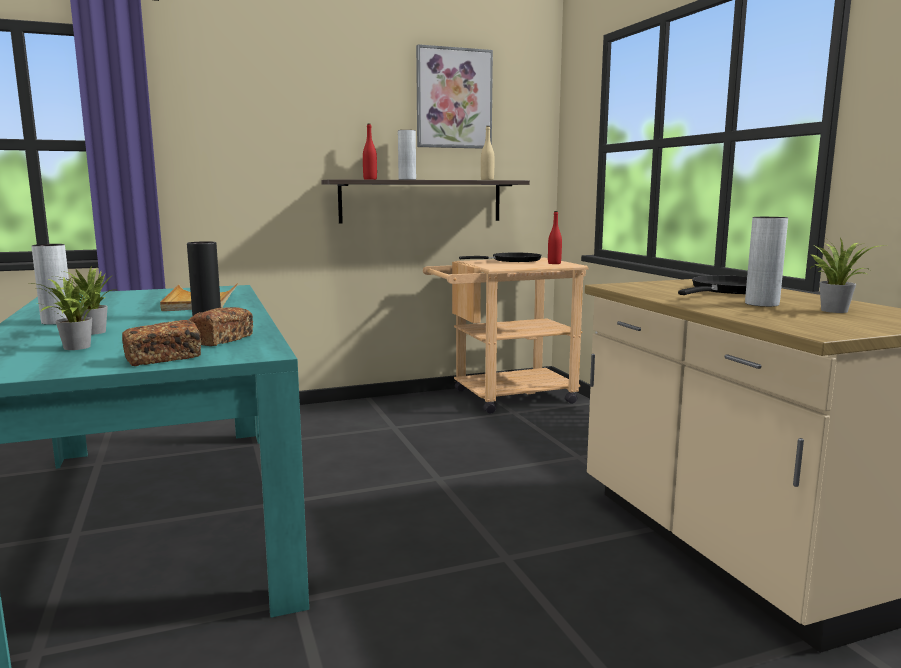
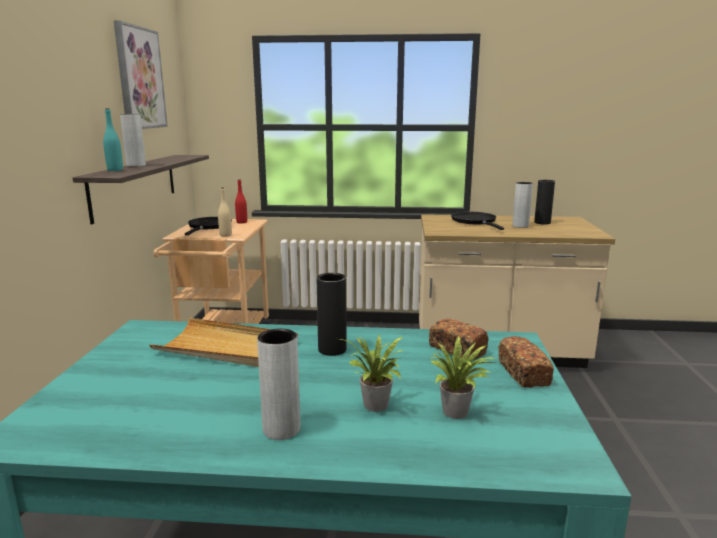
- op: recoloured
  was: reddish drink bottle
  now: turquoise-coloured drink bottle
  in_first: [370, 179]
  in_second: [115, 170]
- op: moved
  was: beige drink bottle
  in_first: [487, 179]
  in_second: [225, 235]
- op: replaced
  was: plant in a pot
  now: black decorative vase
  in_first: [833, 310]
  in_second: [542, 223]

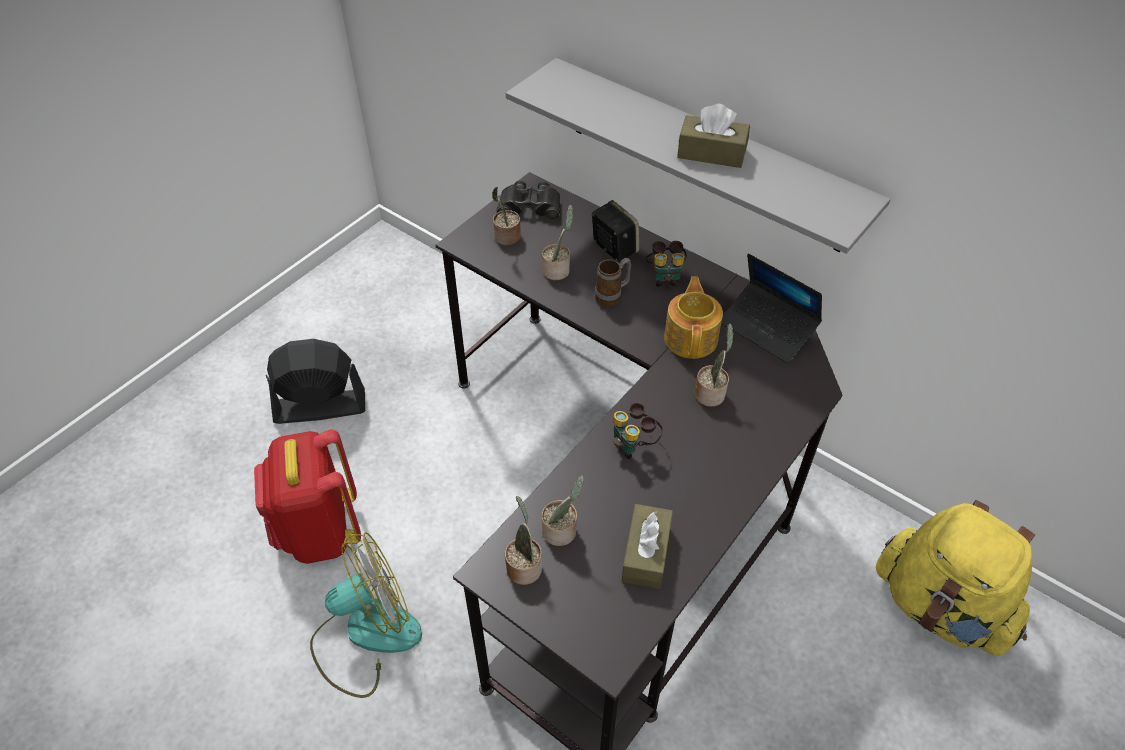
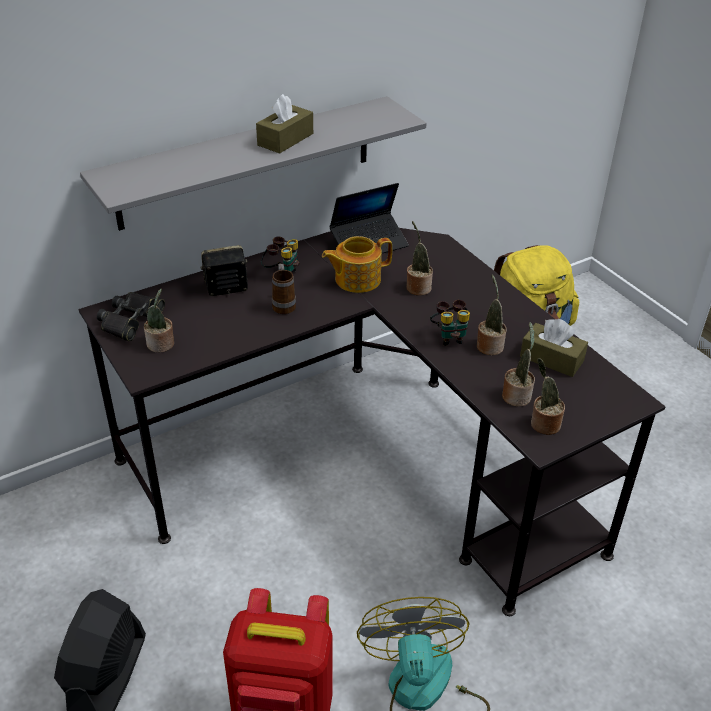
- op: turned
  was: tea pot
  in_first: [691, 337]
  in_second: [356, 279]
  clockwise: -45
- op: moved
  was: plant in a pot
  in_first: [558, 270]
  in_second: [489, 345]

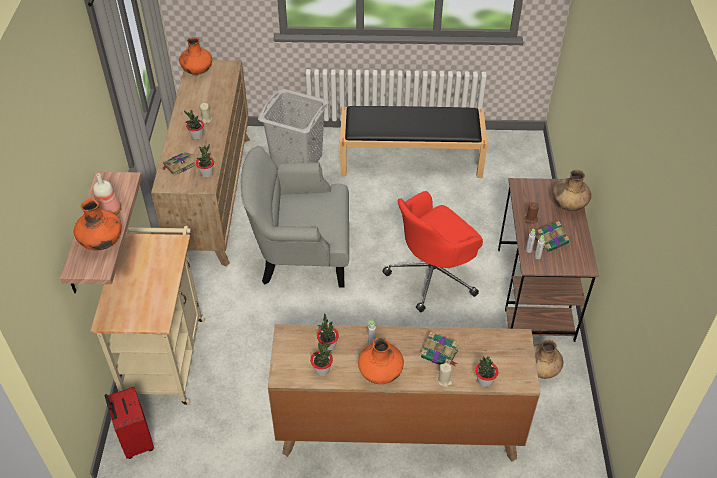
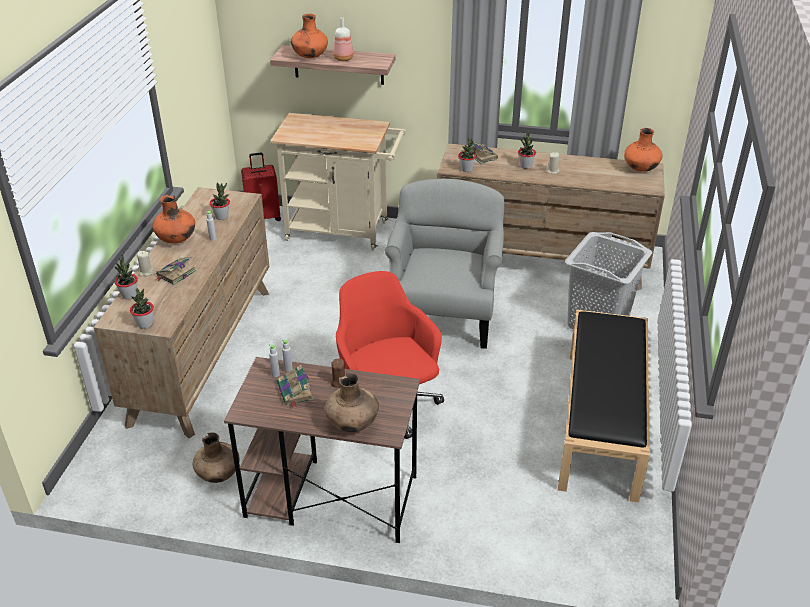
- op: moved
  was: plant in a pot
  in_first: [322, 370]
  in_second: [145, 324]

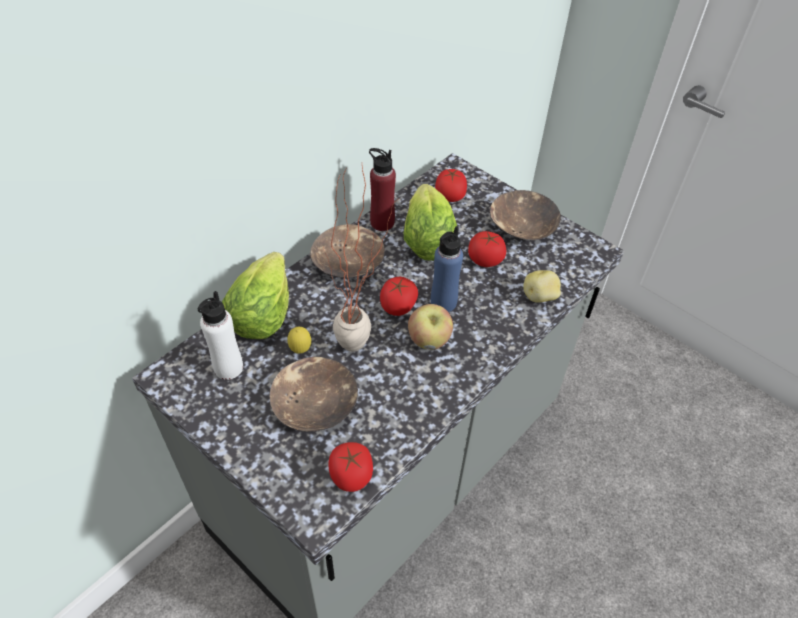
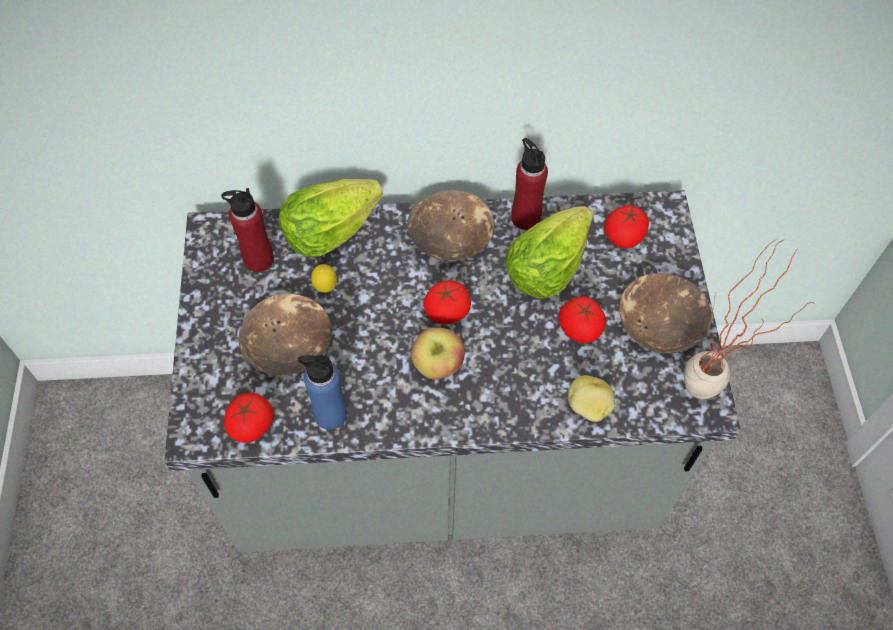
- op: recoloured
  was: whitish drink bottle
  now: reddish drink bottle
  in_first: [228, 368]
  in_second: [258, 259]
- op: moved
  was: bluish drink bottle
  in_first: [443, 302]
  in_second: [330, 414]
- op: moved
  was: plant in a pot
  in_first: [363, 349]
  in_second: [704, 401]

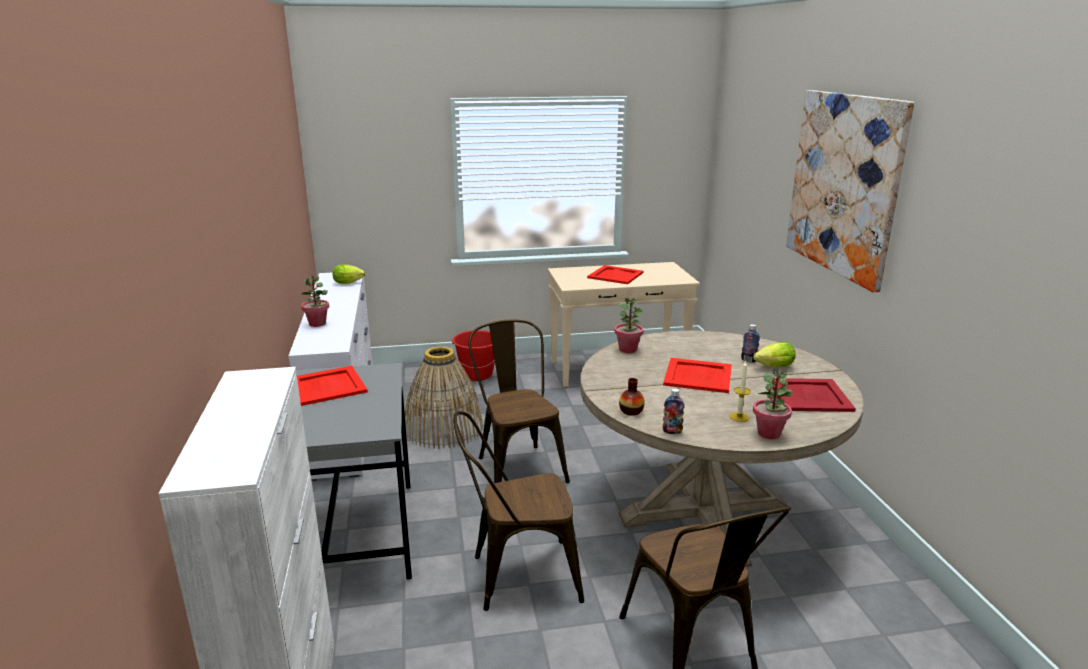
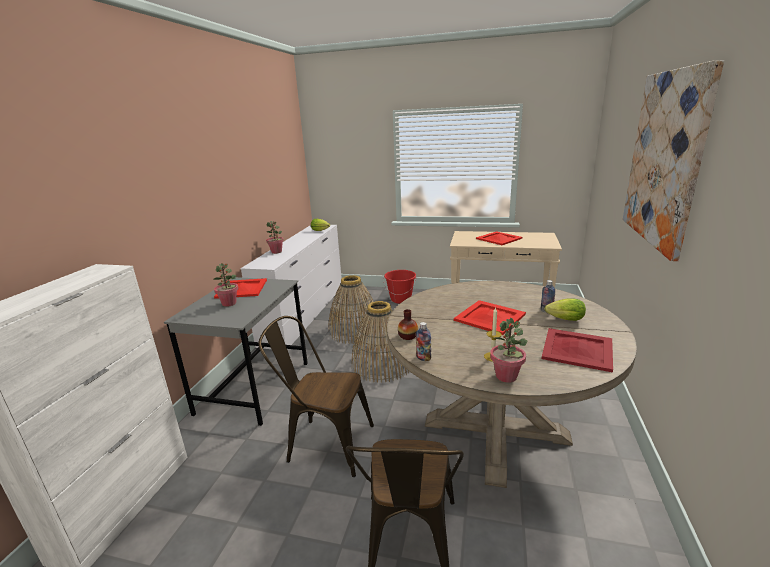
- op: moved
  was: plant in a pot
  in_first: [628, 349]
  in_second: [229, 303]
- op: replaced
  was: brown upright chair
  now: household basket
  in_first: [517, 466]
  in_second: [382, 364]

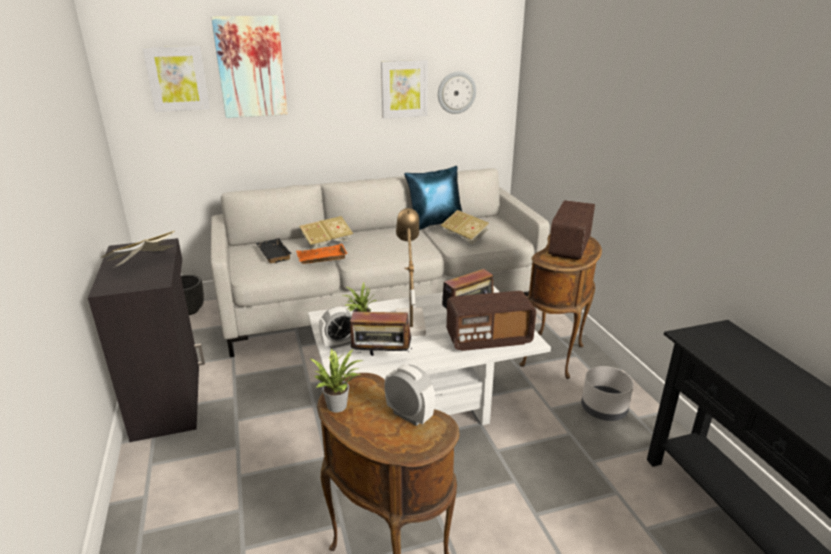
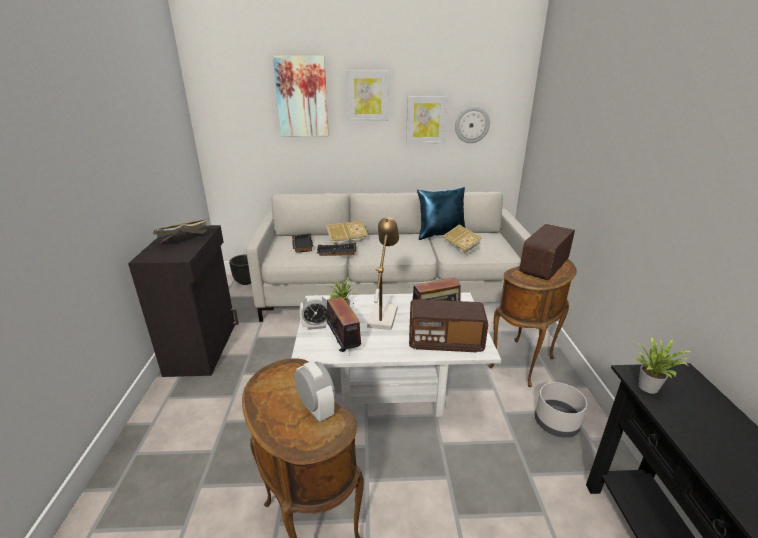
- op: recoloured
  was: orange-coloured tray
  now: black tray
  in_first: [321, 258]
  in_second: [336, 253]
- op: turned
  was: radio receiver
  in_first: [381, 358]
  in_second: [344, 345]
  clockwise: -135
- op: moved
  was: wall picture
  in_first: [177, 78]
  in_second: [367, 96]
- op: moved
  was: plant in a pot
  in_first: [339, 405]
  in_second: [649, 386]

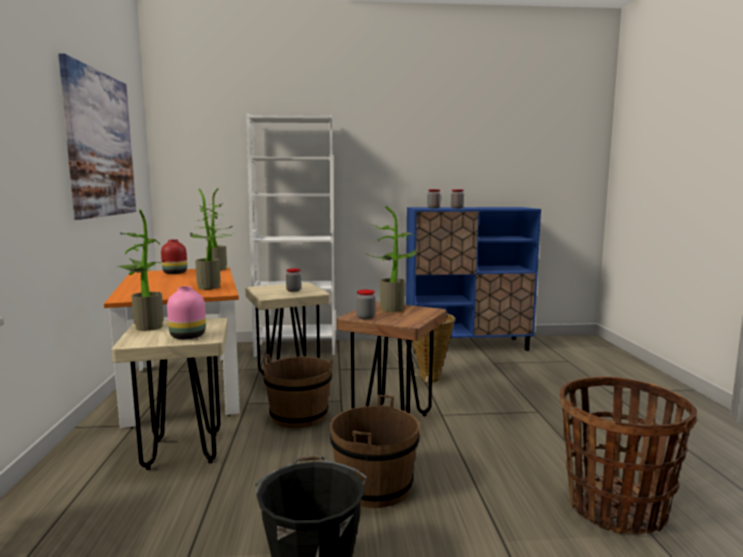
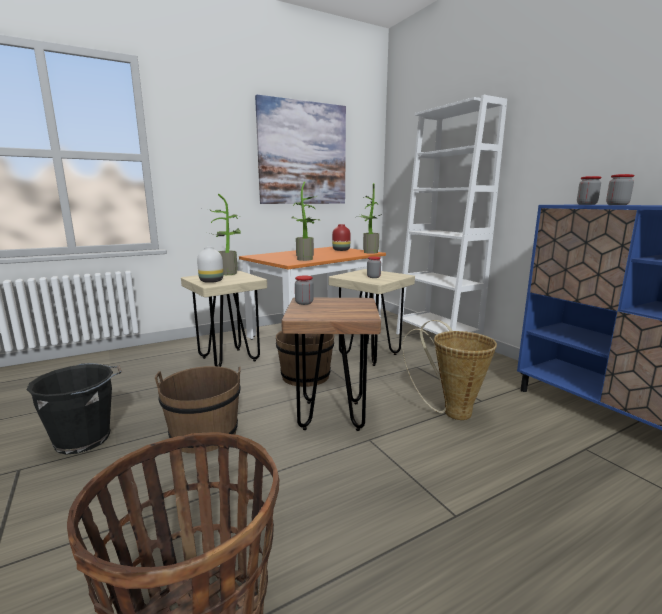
- op: recoloured
  was: pinkish decorative vase
  now: whitish decorative vase
  in_first: [189, 336]
  in_second: [211, 281]
- op: removed
  was: plant in a pot
  in_first: [393, 308]

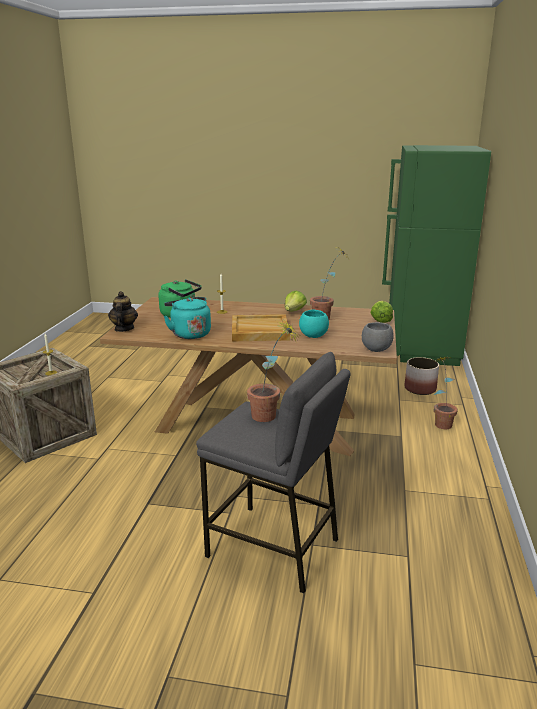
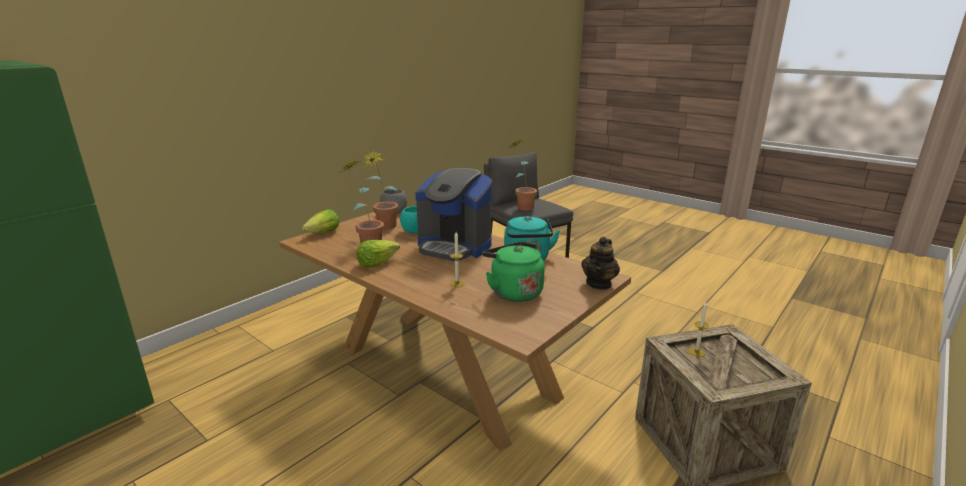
- op: moved
  was: plant in a pot
  in_first: [441, 422]
  in_second: [384, 228]
- op: replaced
  was: beige tray
  now: coffee brewer
  in_first: [259, 331]
  in_second: [454, 246]
- op: removed
  was: planter
  in_first: [420, 389]

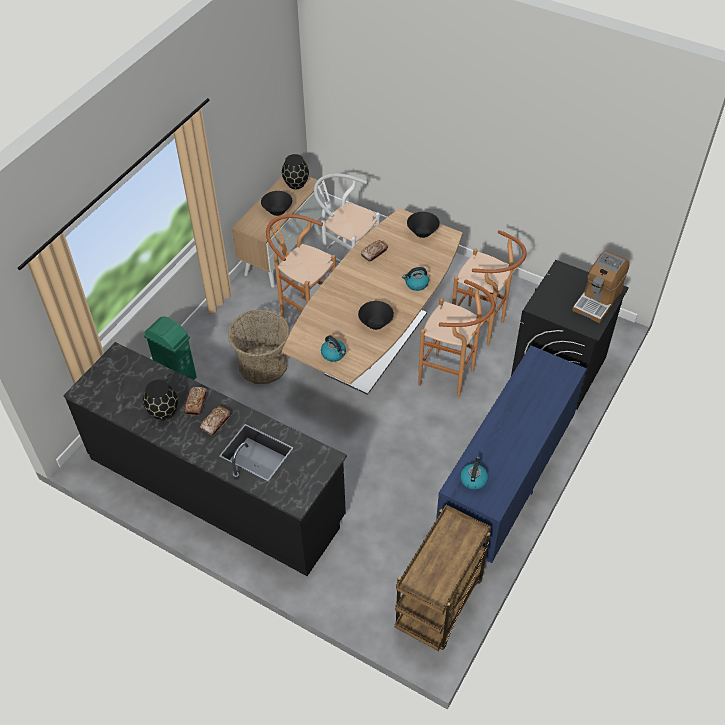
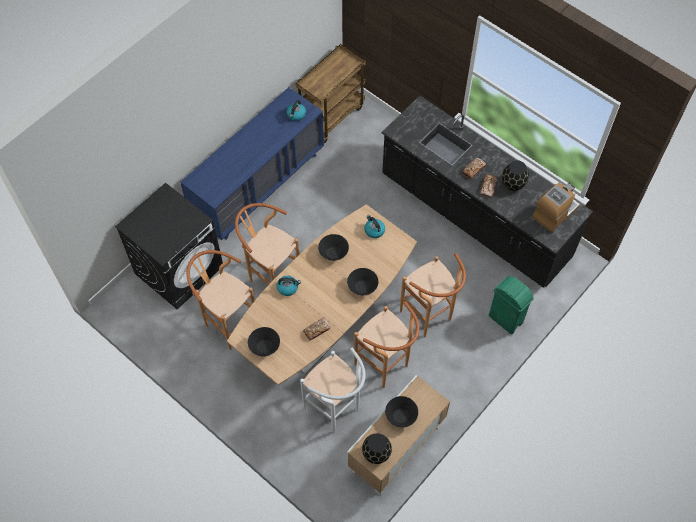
- op: added
  now: black deep dish
  in_second: [362, 287]
- op: replaced
  was: household basket
  now: brown sitting stool
  in_first: [263, 365]
  in_second: [429, 318]
- op: moved
  was: coffee brewer
  in_first: [598, 300]
  in_second: [554, 212]

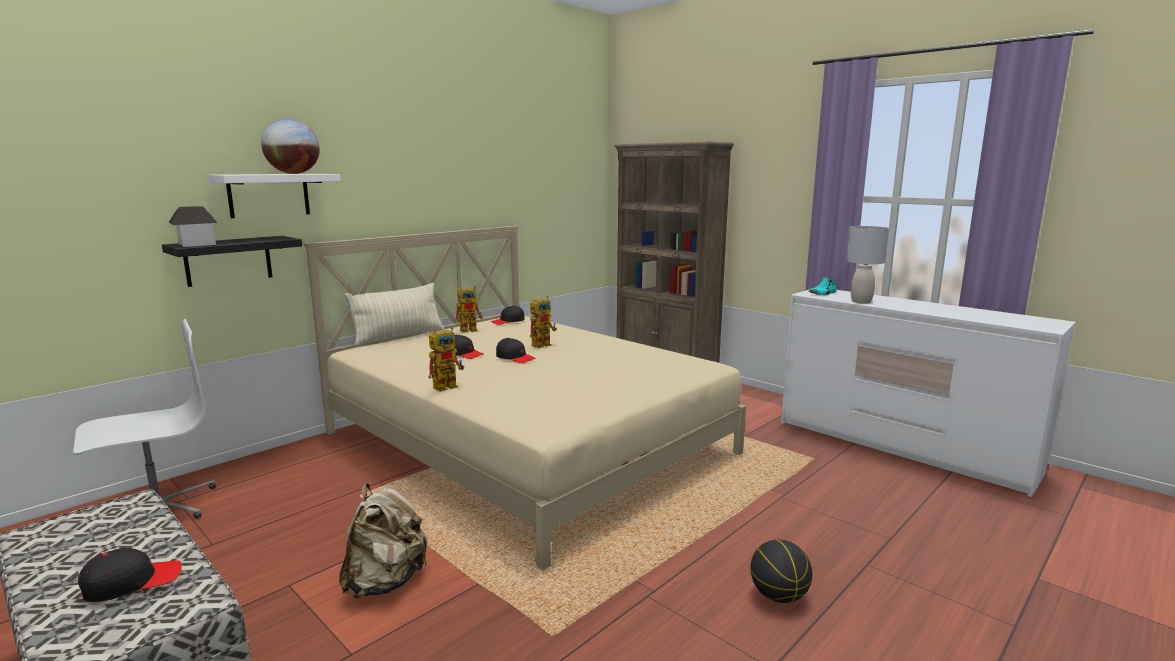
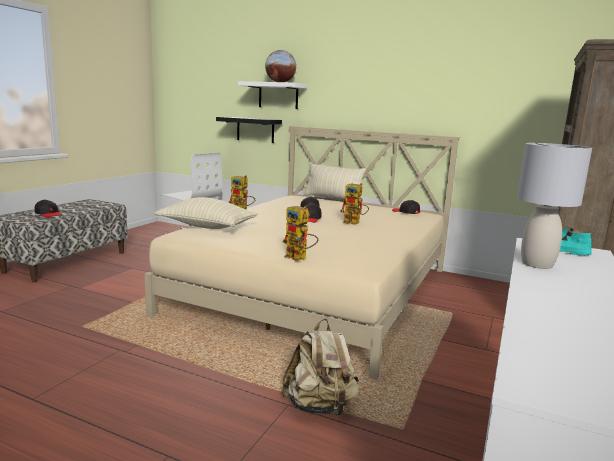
- op: added
  now: beige throw pillow
  in_second: [207, 227]
- op: moved
  was: beige rucksack
  in_first: [386, 582]
  in_second: [319, 406]
- op: moved
  was: model robot
  in_first: [471, 329]
  in_second: [300, 258]
- op: removed
  was: model house
  in_first: [196, 244]
- op: removed
  was: basketball ball
  in_first: [778, 596]

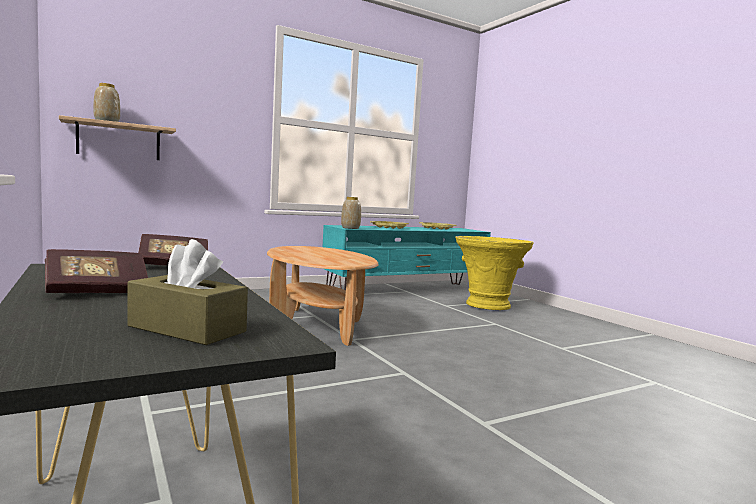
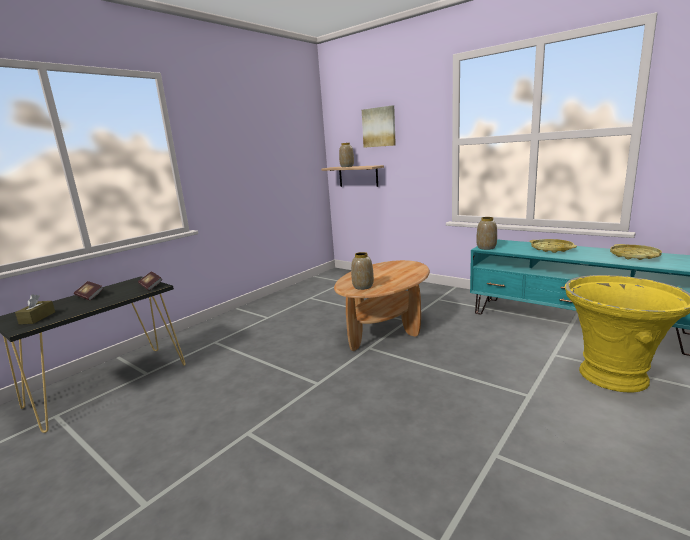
- op: added
  now: decorative vase
  in_second: [362, 287]
- op: added
  now: wall picture
  in_second: [379, 127]

